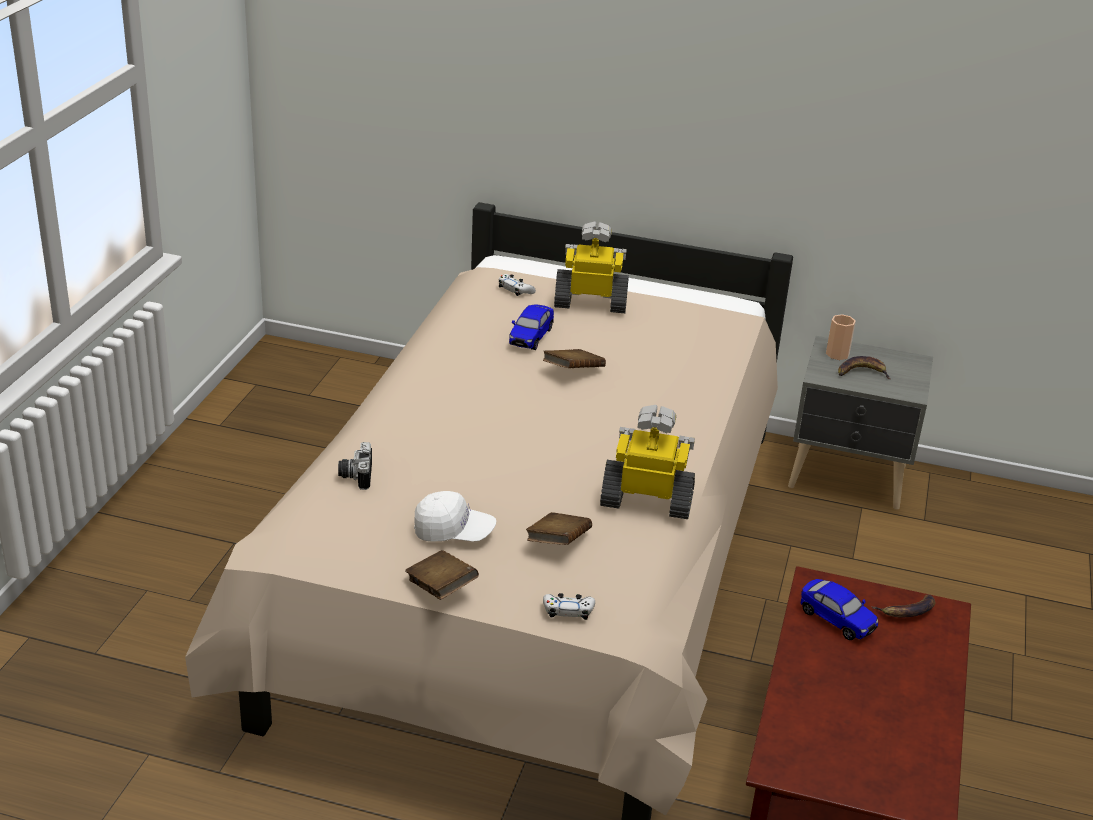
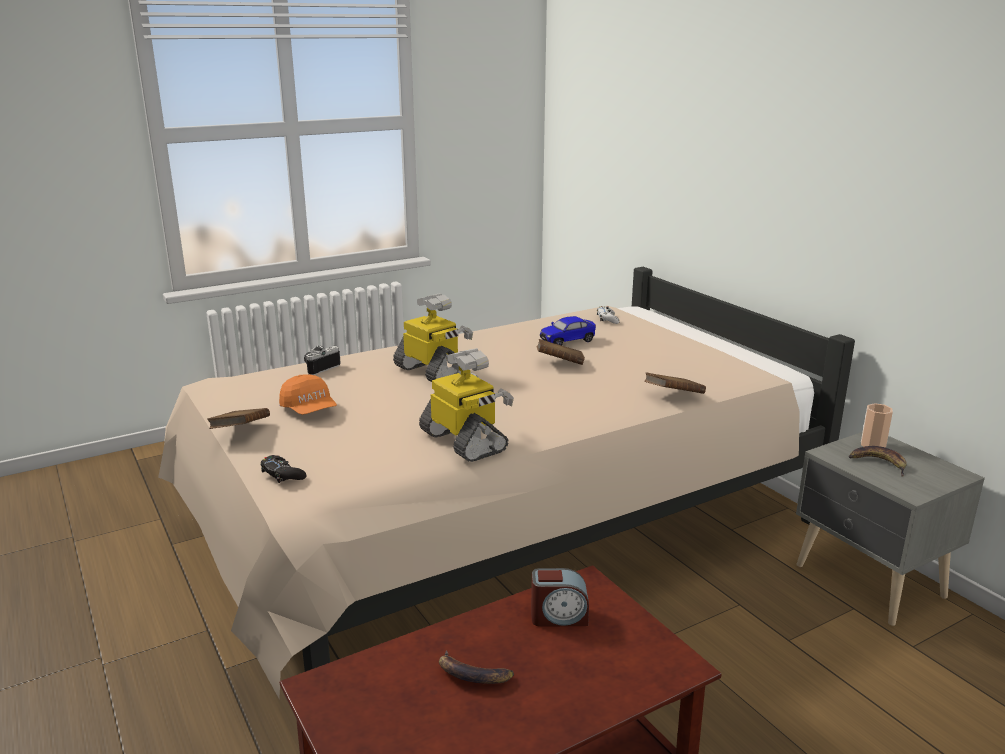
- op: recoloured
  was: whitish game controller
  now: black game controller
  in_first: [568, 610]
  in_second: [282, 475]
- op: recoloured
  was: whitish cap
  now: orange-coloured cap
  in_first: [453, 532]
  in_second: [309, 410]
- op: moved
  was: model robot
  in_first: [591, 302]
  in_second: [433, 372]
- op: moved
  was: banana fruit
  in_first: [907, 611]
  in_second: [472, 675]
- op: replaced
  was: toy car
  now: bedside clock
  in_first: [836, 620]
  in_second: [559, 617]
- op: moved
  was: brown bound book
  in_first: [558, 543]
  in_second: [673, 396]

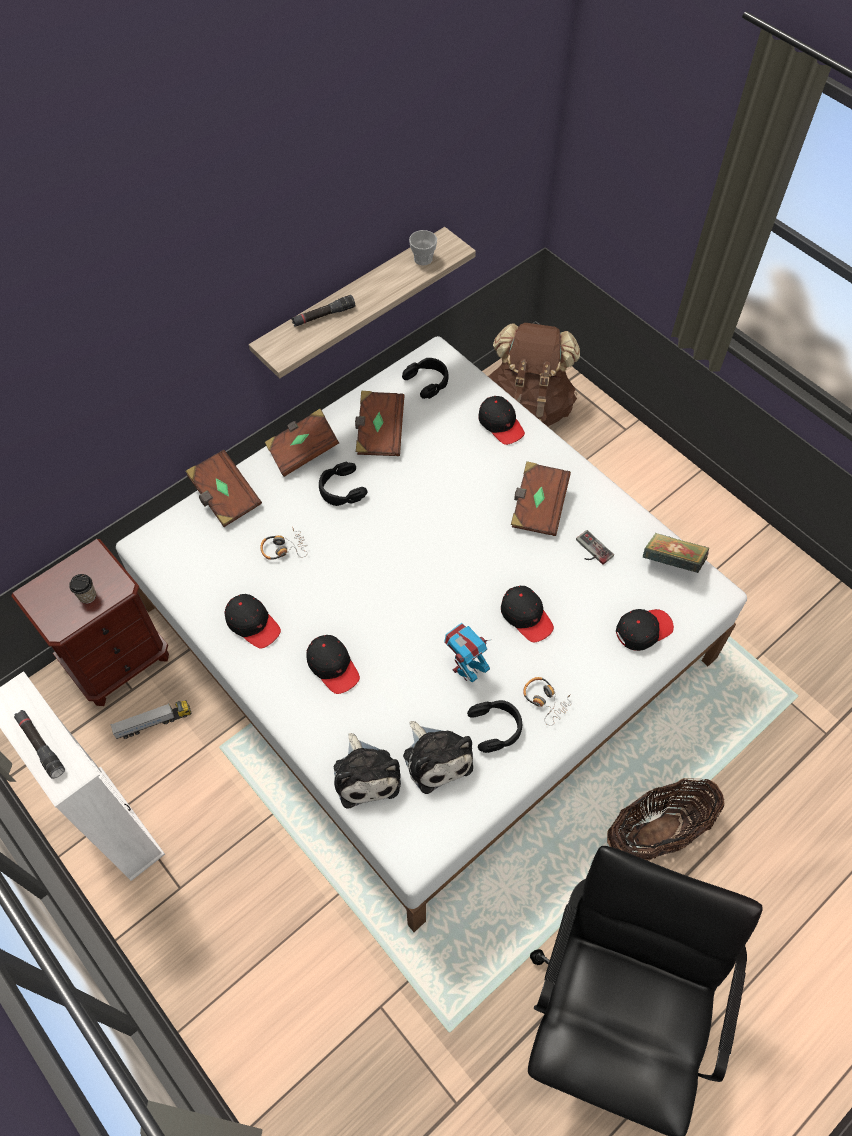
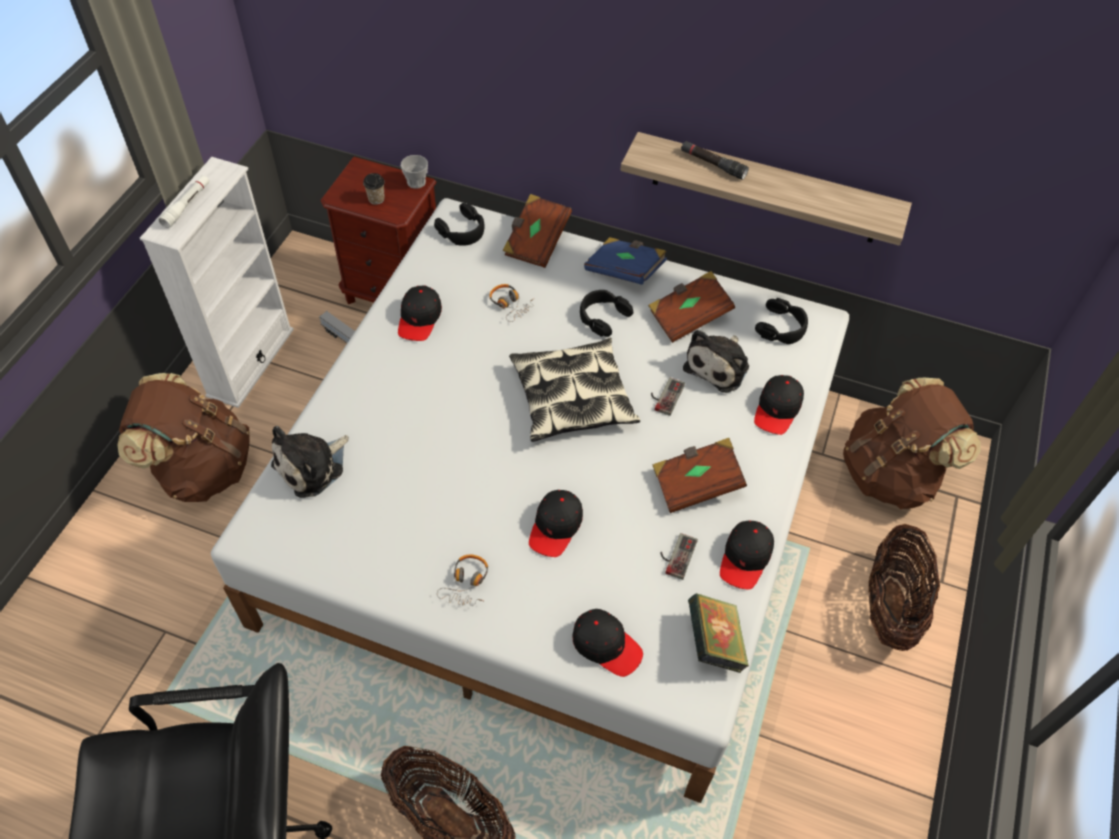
- op: added
  now: brown rucksack
  in_second: [202, 468]
- op: recoloured
  was: black flashlight
  now: whitish flashlight
  in_first: [40, 745]
  in_second: [187, 205]
- op: moved
  was: cup
  in_first: [423, 259]
  in_second: [416, 182]
- op: moved
  was: black pair of headphones
  in_first: [496, 727]
  in_second: [462, 230]
- op: added
  now: throw pillow
  in_second: [572, 398]
- op: recoloured
  was: brown bound book
  now: bluish bound book
  in_first: [303, 451]
  in_second: [625, 271]
- op: added
  now: game controller
  in_second: [664, 395]
- op: moved
  was: cuddly toy
  in_first: [436, 757]
  in_second: [719, 366]
- op: moved
  was: black cap
  in_first: [333, 666]
  in_second: [745, 558]
- op: added
  now: household basket
  in_second: [890, 605]
- op: removed
  was: model robot
  in_first: [465, 670]

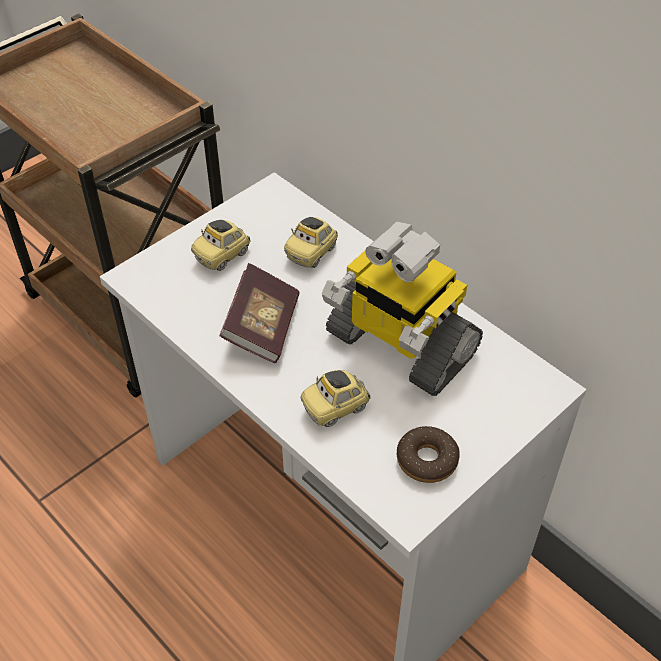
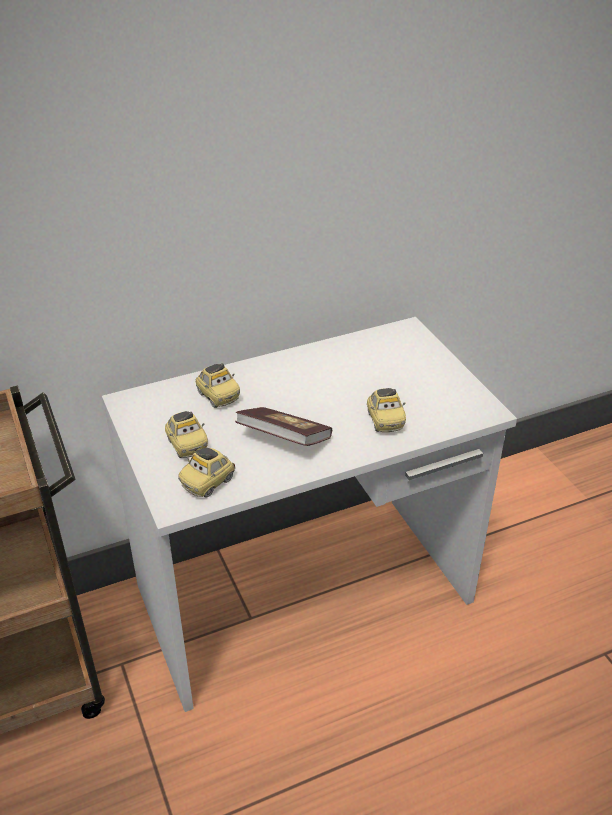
- op: added
  now: toy car
  in_second: [208, 483]
- op: removed
  was: model robot
  in_first: [399, 344]
- op: removed
  was: doughnut
  in_first: [427, 460]

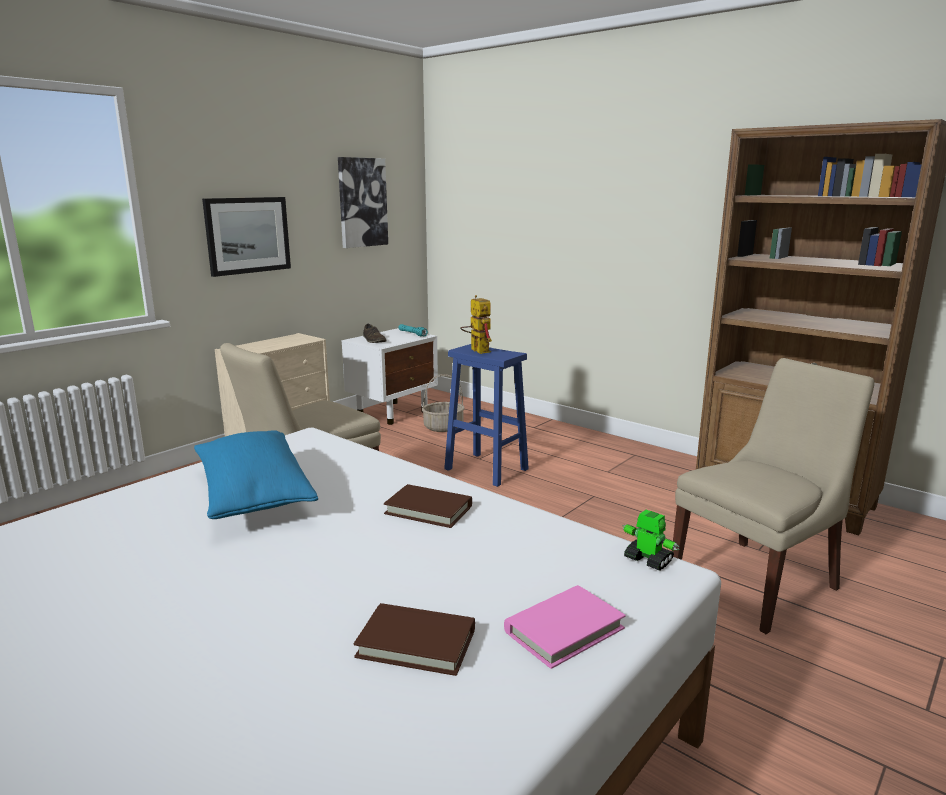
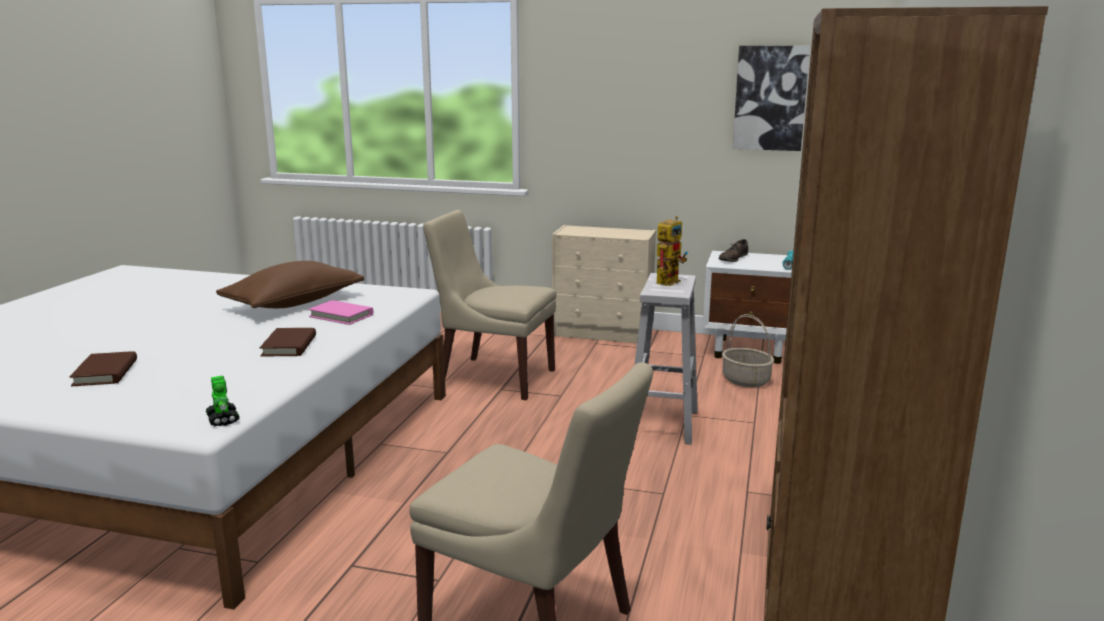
- op: turned
  was: model robot
  in_first: [647, 560]
  in_second: [223, 419]
  clockwise: -45
- op: recoloured
  was: bluish throw pillow
  now: brown throw pillow
  in_first: [253, 495]
  in_second: [294, 303]
- op: moved
  was: pinkish bound book
  in_first: [564, 630]
  in_second: [341, 316]
- op: recoloured
  was: bluish sitting stool
  now: whitish sitting stool
  in_first: [485, 469]
  in_second: [662, 423]
- op: removed
  was: wall picture
  in_first: [247, 235]

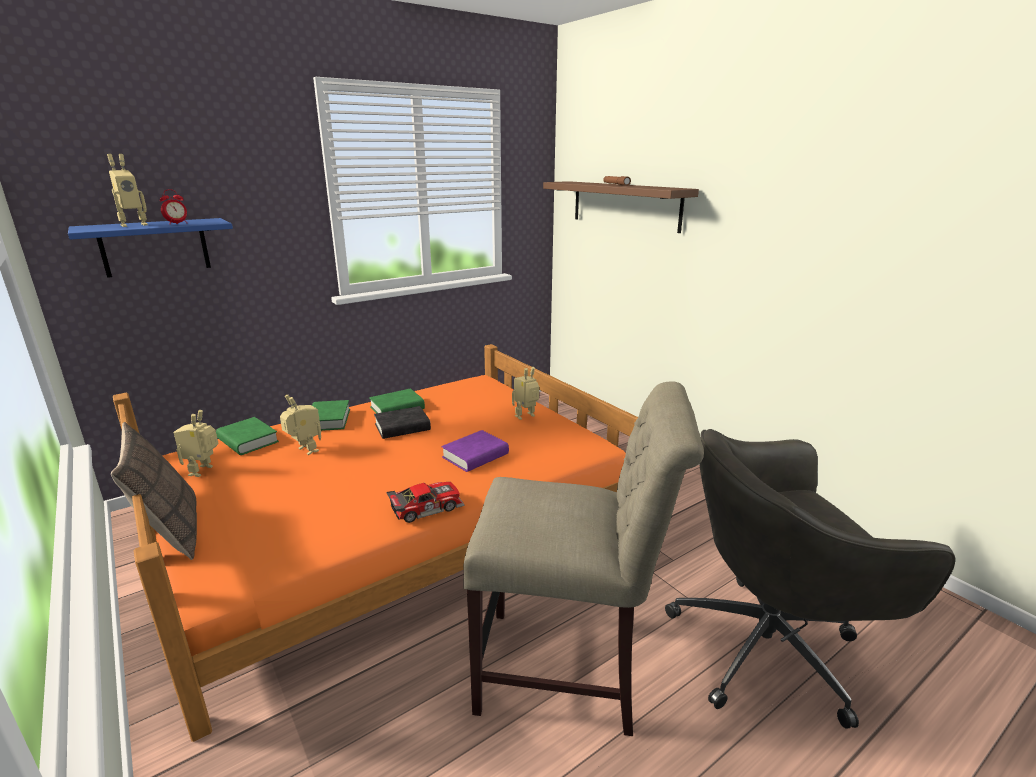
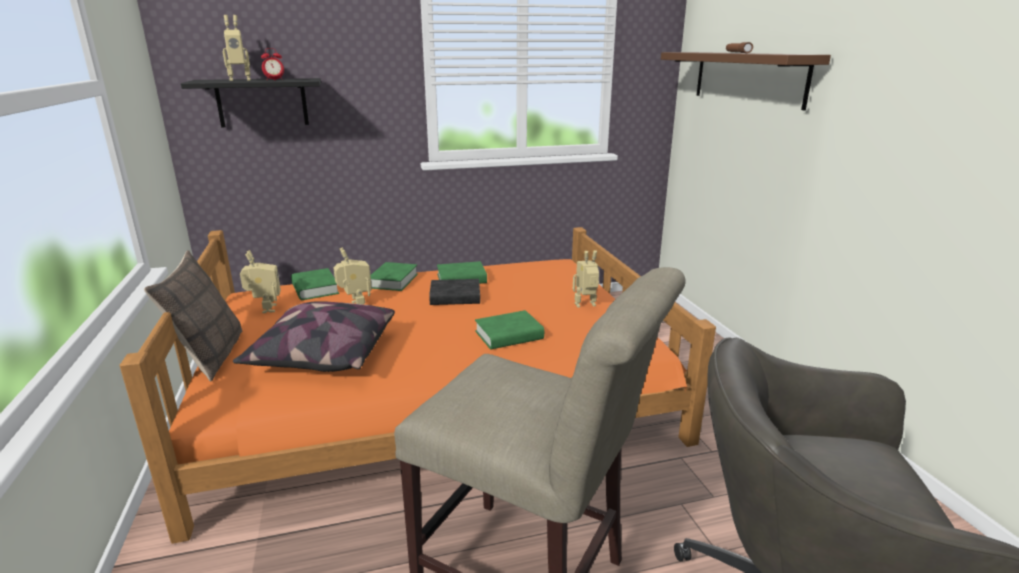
- op: recoloured
  was: bluish shelf
  now: black shelf
  in_first: [155, 247]
  in_second: [262, 102]
- op: added
  now: throw pillow
  in_second: [323, 356]
- op: turned
  was: model robot
  in_first: [204, 471]
  in_second: [265, 309]
  clockwise: 135
- op: recoloured
  was: purple bound book
  now: green-coloured bound book
  in_first: [475, 456]
  in_second: [509, 335]
- op: removed
  was: toy car
  in_first: [425, 506]

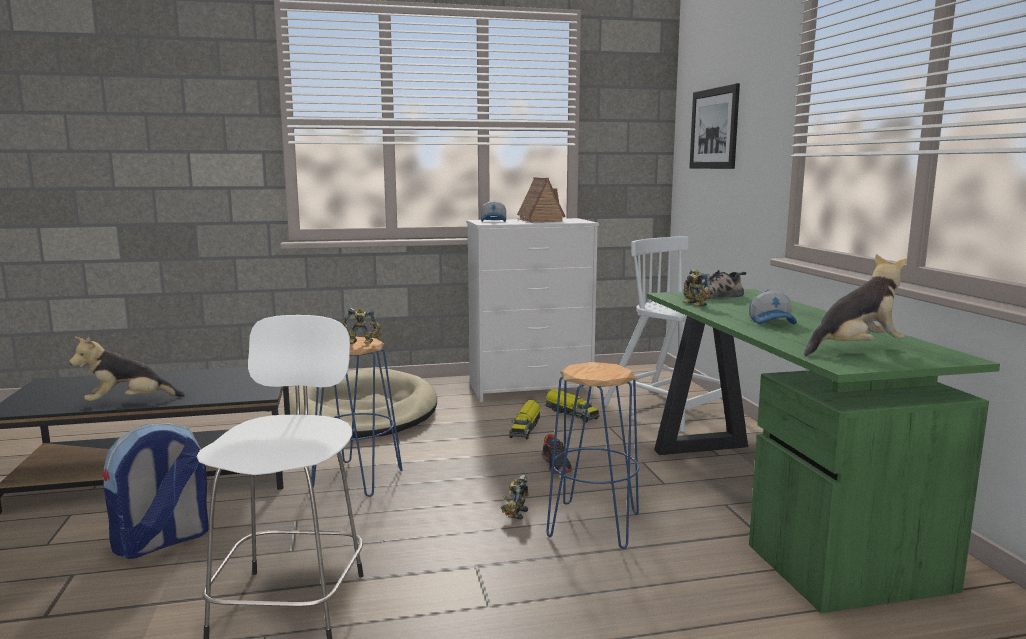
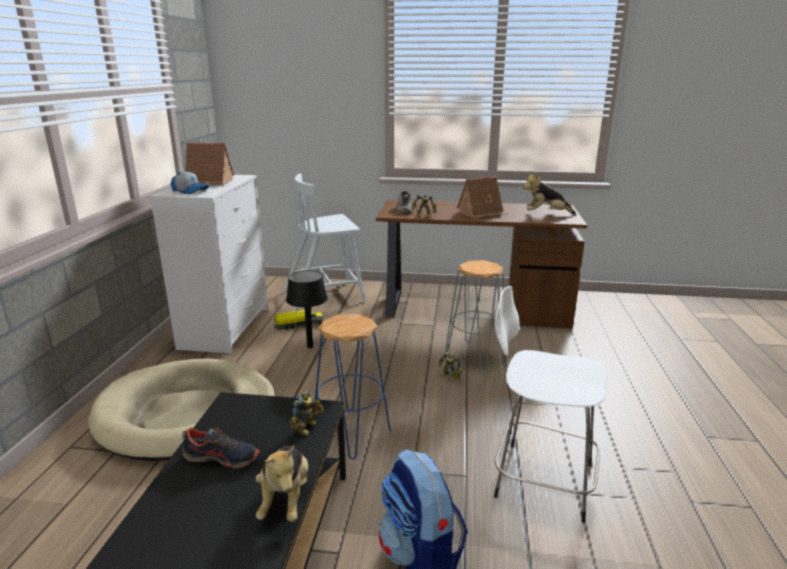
- op: moved
  was: shoe
  in_first: [556, 465]
  in_second: [222, 457]
- op: replaced
  was: model truck
  now: black table lamp
  in_first: [525, 428]
  in_second: [310, 346]
- op: moved
  was: model robot
  in_first: [361, 343]
  in_second: [308, 428]
- op: recoloured
  was: green-coloured desk
  now: brown desk
  in_first: [772, 504]
  in_second: [472, 307]
- op: recoloured
  was: bluish sitting stool
  now: greyish sitting stool
  in_first: [593, 524]
  in_second: [474, 356]
- op: replaced
  was: cap
  now: model house
  in_first: [772, 322]
  in_second: [481, 213]
- op: turned
  was: cuddly toy
  in_first: [855, 350]
  in_second: [546, 214]
  clockwise: -90
- op: removed
  was: wall picture
  in_first: [714, 128]

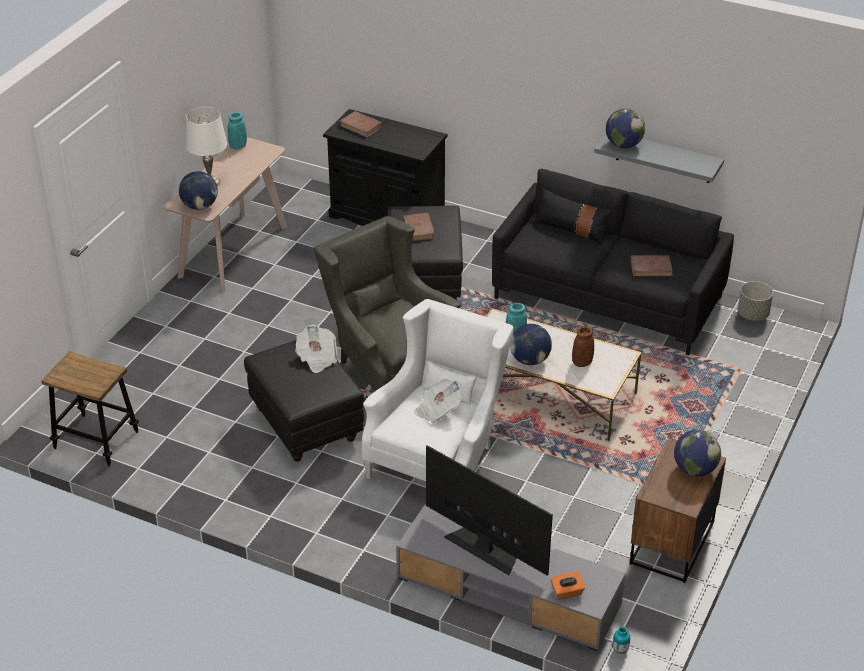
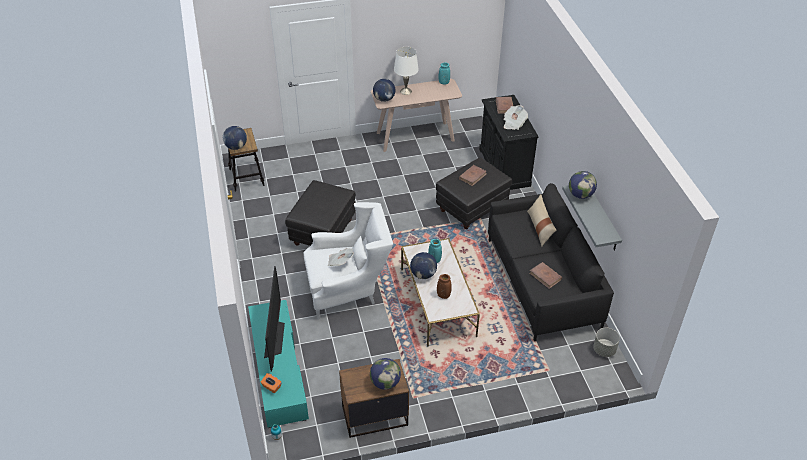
- op: added
  now: world globe
  in_second: [236, 147]
- op: recoloured
  was: greyish tv stand
  now: turquoise-coloured tv stand
  in_first: [508, 592]
  in_second: [278, 370]
- op: moved
  was: newspaper
  in_first: [317, 358]
  in_second: [513, 123]
- op: recoloured
  was: black throw pillow
  now: beige throw pillow
  in_first: [571, 229]
  in_second: [540, 228]
- op: removed
  was: greyish lounge chair
  in_first: [390, 365]

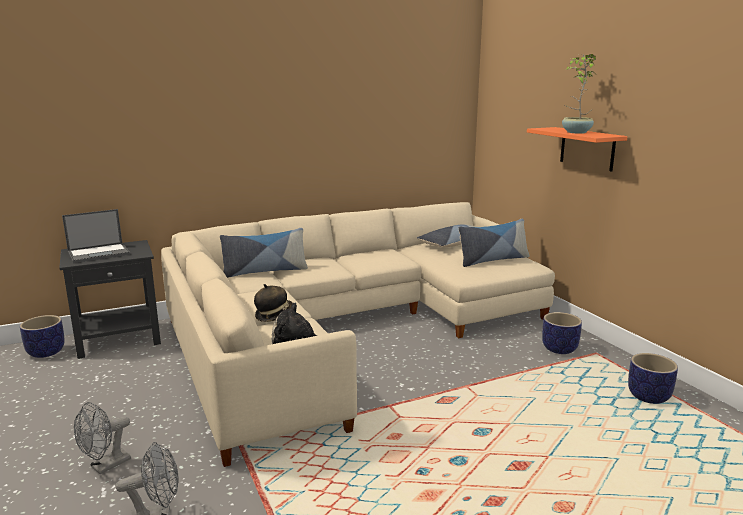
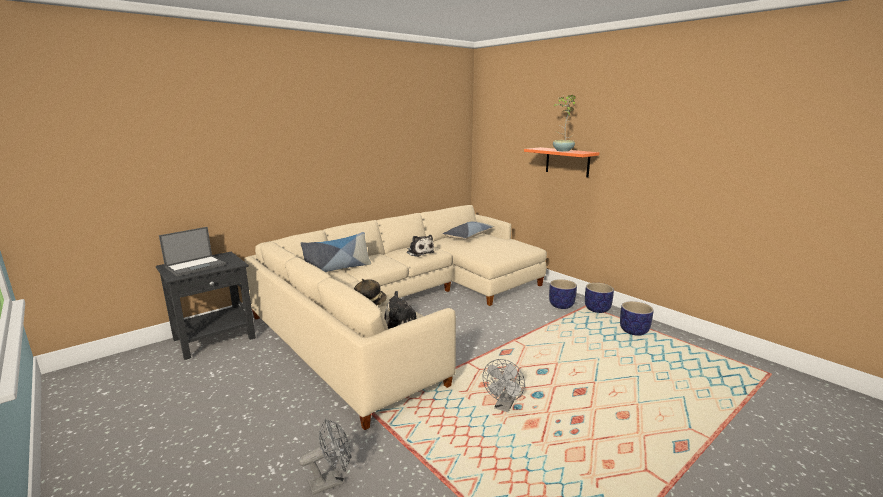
- op: added
  now: cuddly toy
  in_second: [419, 252]
- op: moved
  was: greyish fan
  in_first: [105, 466]
  in_second: [504, 407]
- op: moved
  was: planter
  in_first: [46, 352]
  in_second: [597, 309]
- op: removed
  was: throw pillow
  in_first: [493, 260]

